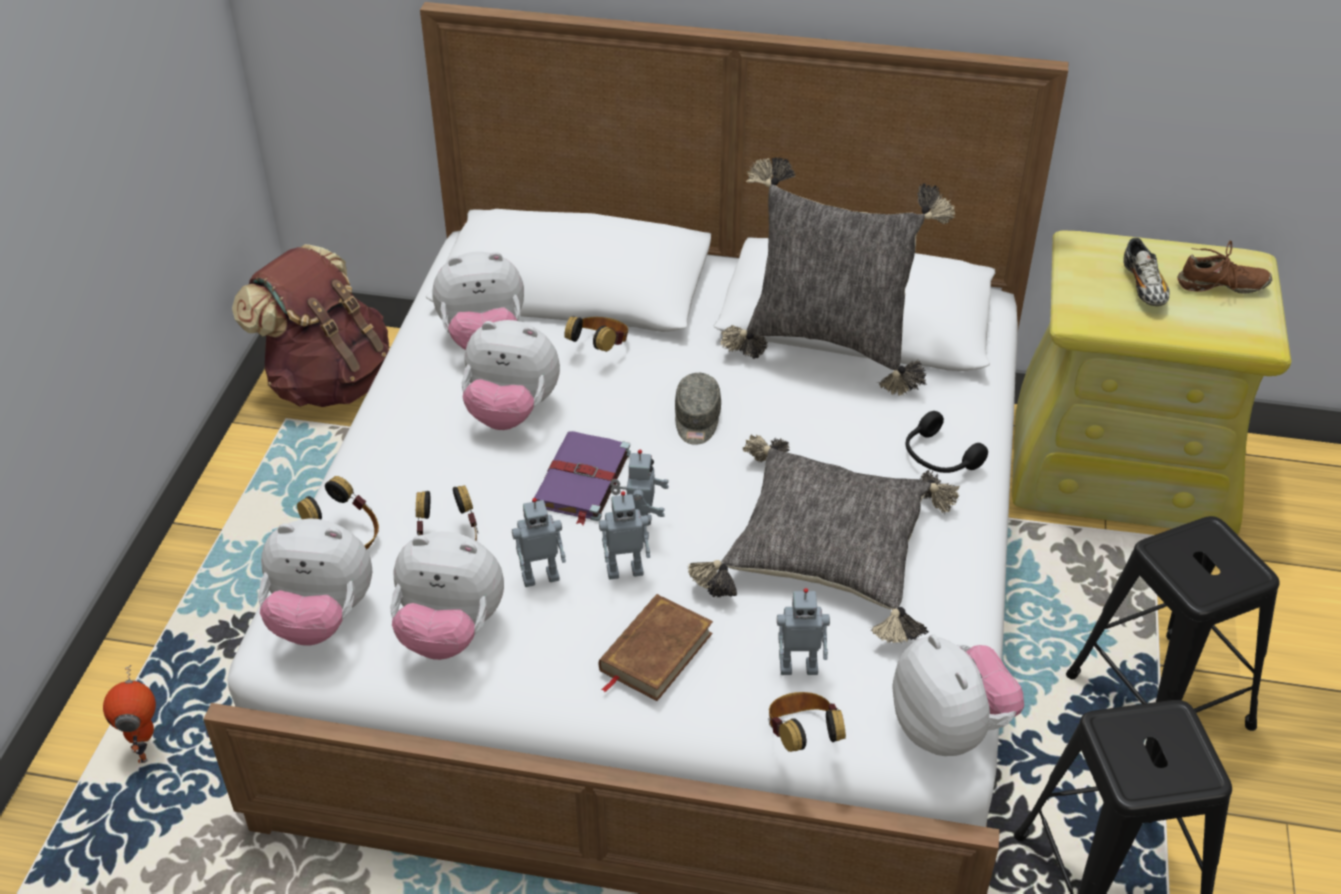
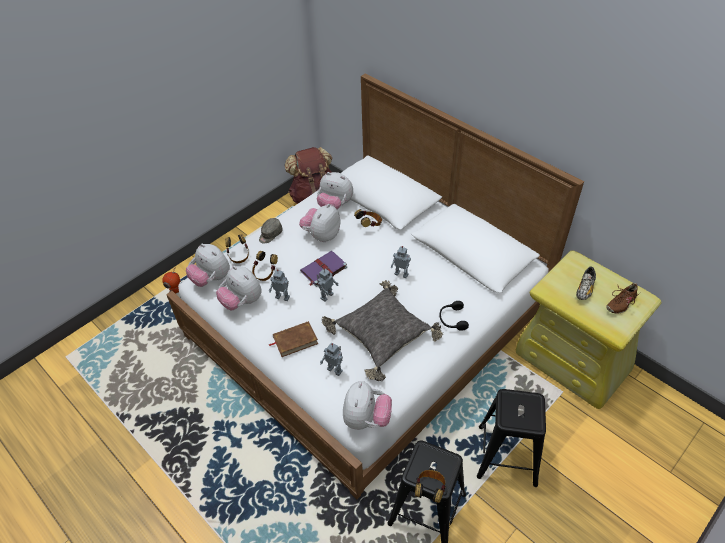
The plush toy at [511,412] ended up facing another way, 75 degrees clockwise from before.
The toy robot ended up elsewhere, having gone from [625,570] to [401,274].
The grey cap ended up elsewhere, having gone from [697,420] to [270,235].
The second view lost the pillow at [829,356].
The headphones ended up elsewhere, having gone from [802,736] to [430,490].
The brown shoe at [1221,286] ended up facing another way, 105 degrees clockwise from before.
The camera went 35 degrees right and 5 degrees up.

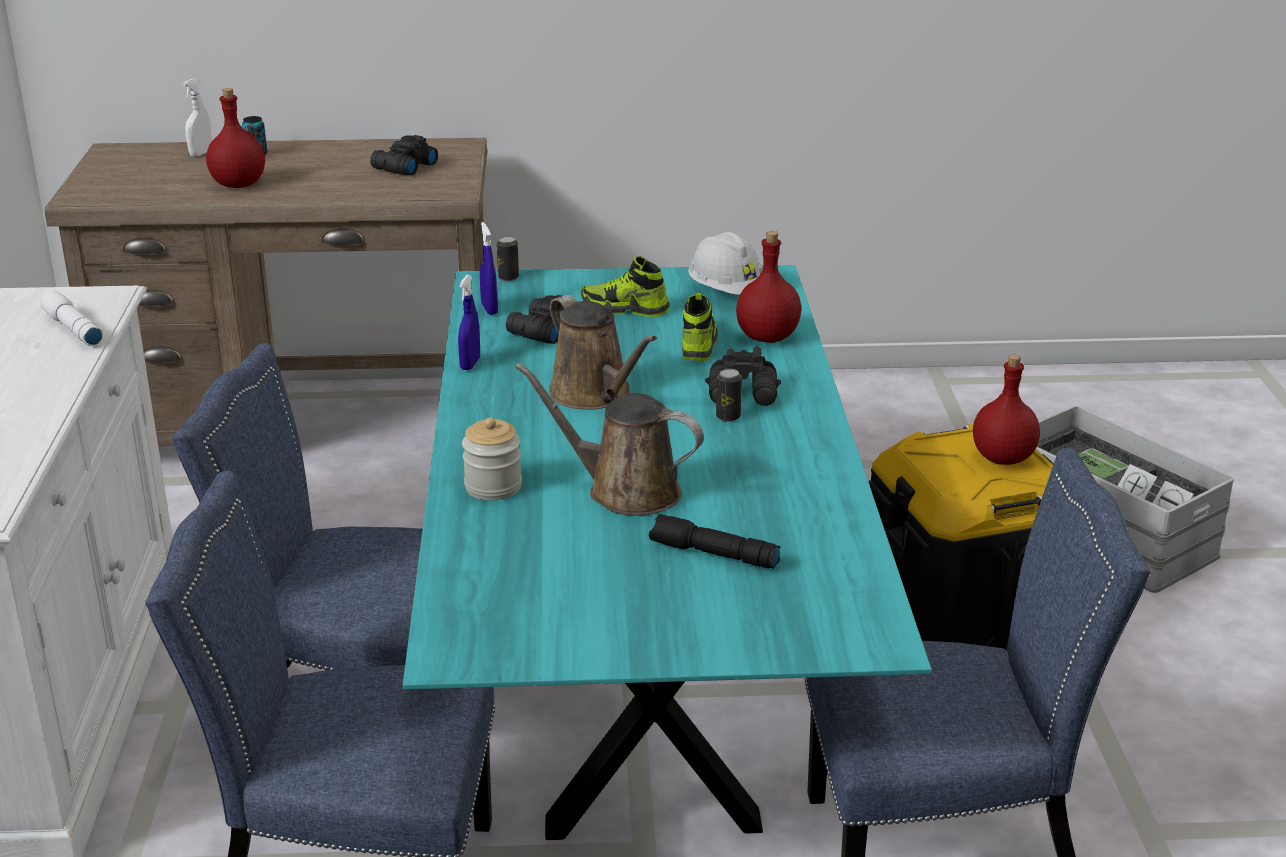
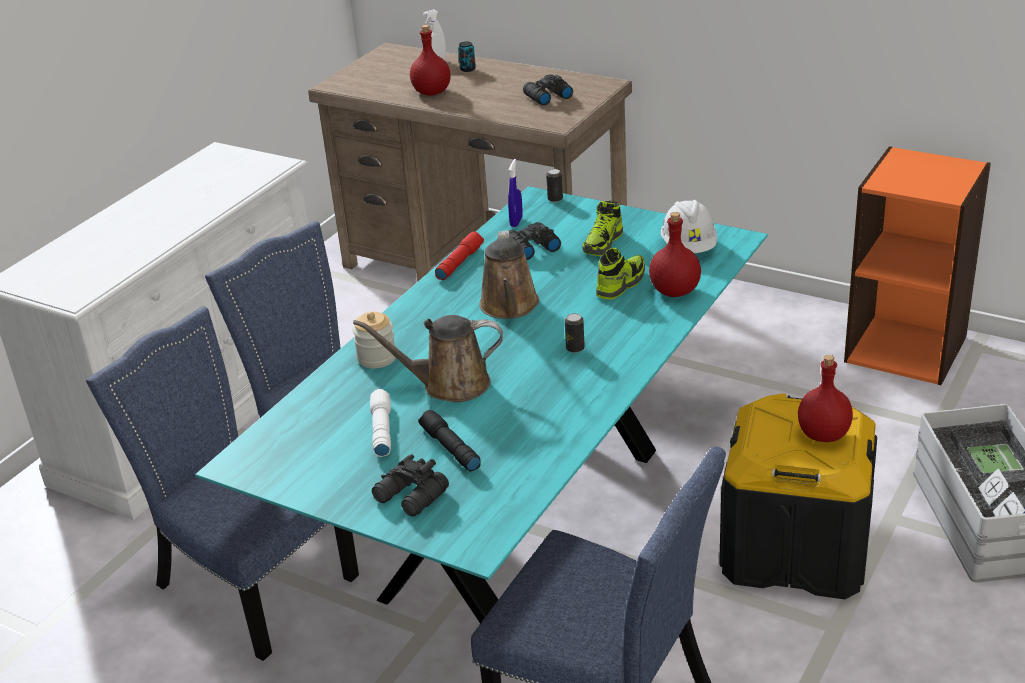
The white flashlight ended up elsewhere, having gone from [72,329] to [381,430].
Where the blue spray bottle stood at [470,364], the red flashlight came to stand at [459,262].
The brown watering can at [625,491] ended up facing another way, 60 degrees counterclockwise from before.
The shoe at [625,309] ended up facing another way, 105 degrees counterclockwise from before.
The black binoculars ended up elsewhere, having gone from [744,394] to [411,497].
The second view gained the orange bookcase at [906,348].
The camera went 35 degrees right and 5 degrees up.

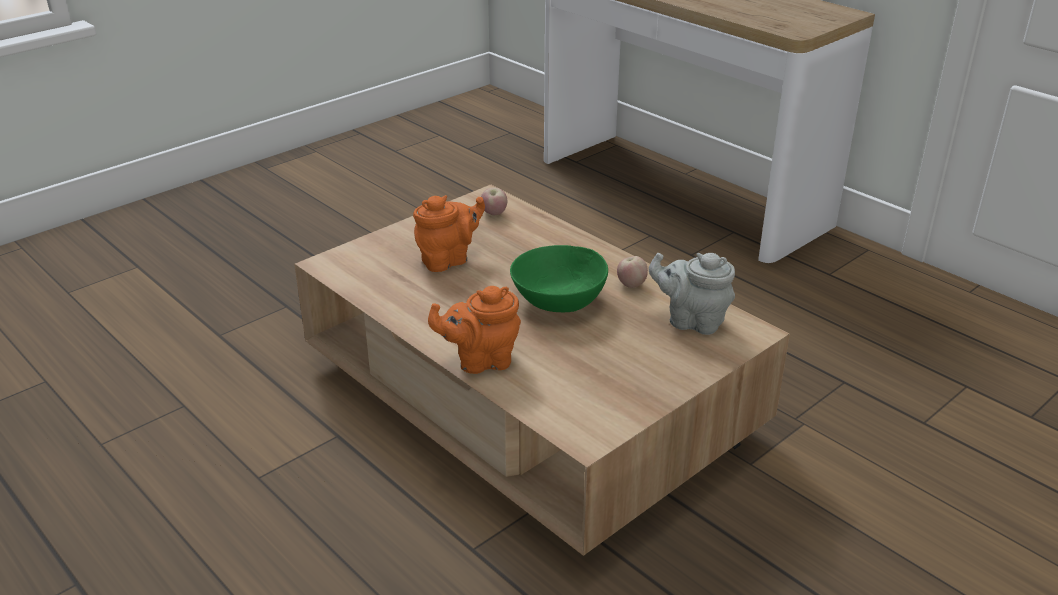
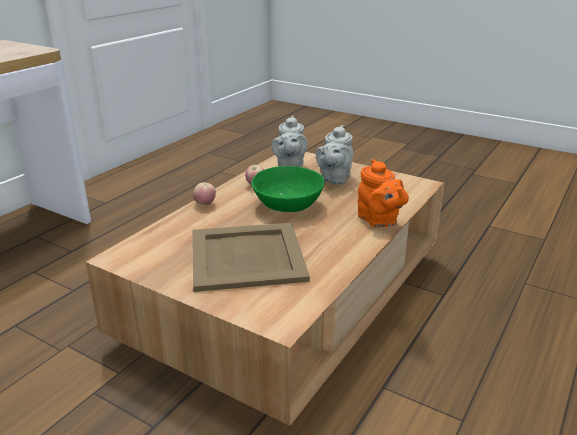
Where the orange teapot stood at [448,260], the beige tray came to stand at [248,256].
The apple ended up elsewhere, having gone from [494,214] to [205,204].
The second view gained the grey teapot at [334,179].
The camera went 105 degrees left and 5 degrees down.

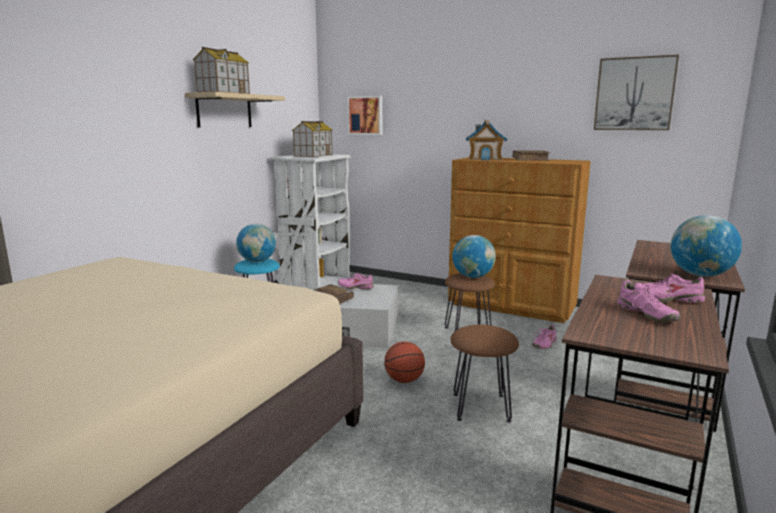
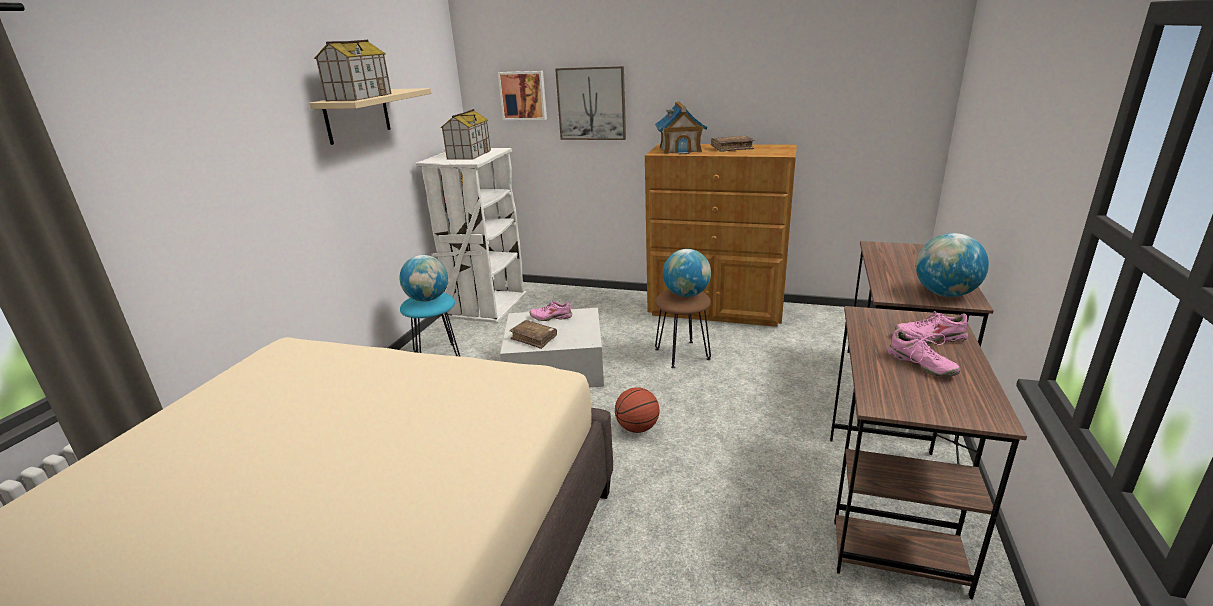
The second view lost the brown stool at [480,407].
The second view lost the pink shoe at [544,344].
The picture ended up elsewhere, having gone from [634,94] to [591,103].
The camera went 10 degrees left and 10 degrees up.

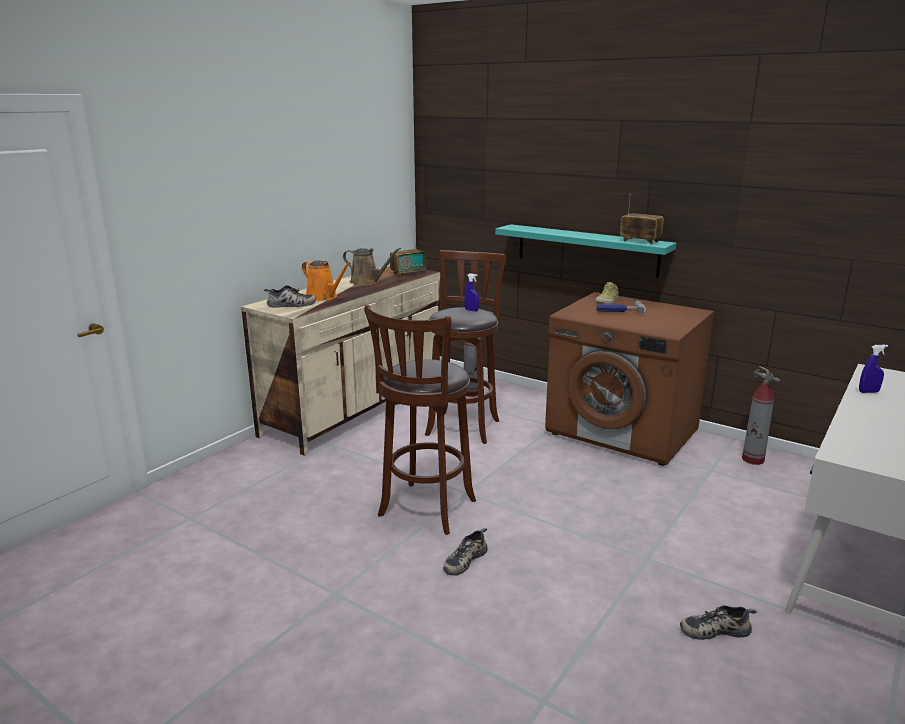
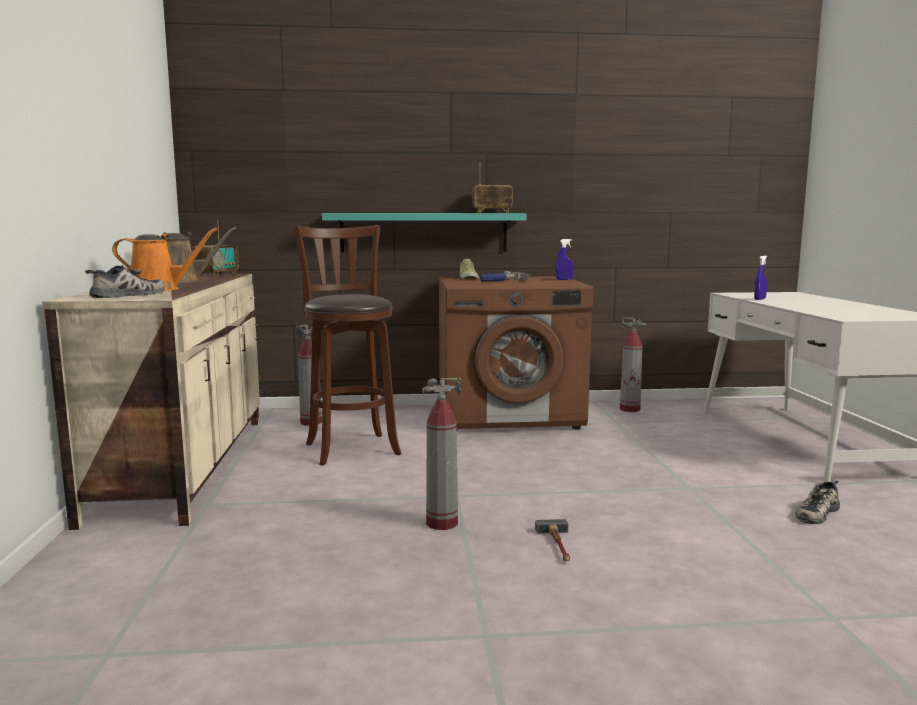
Where the brown stool stood at [425,510], the fire extinguisher came to stand at [441,523].
Where the shoe stood at [464,559], the hammer came to stand at [558,546].
The blue spray bottle ended up elsewhere, having gone from [471,310] to [564,279].
The camera went 40 degrees left and 10 degrees down.

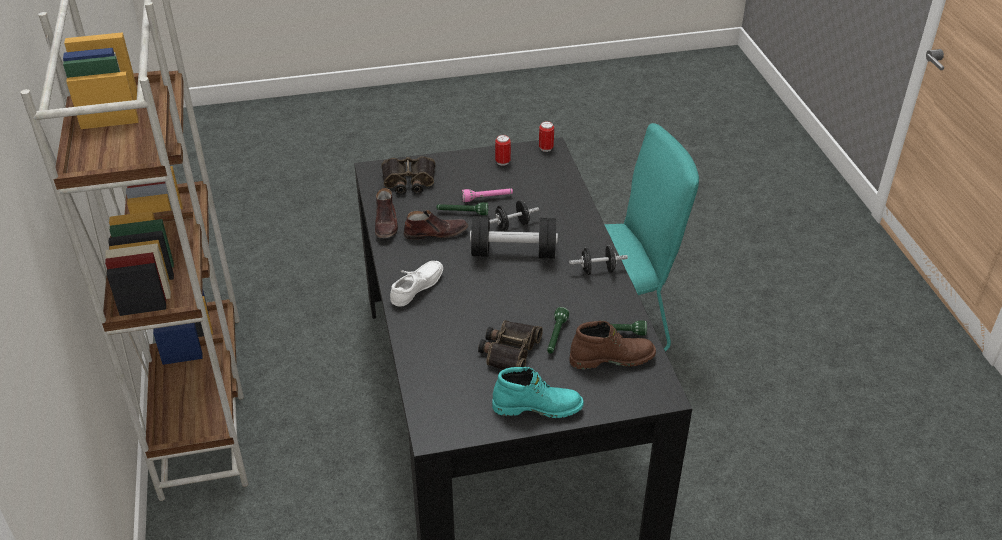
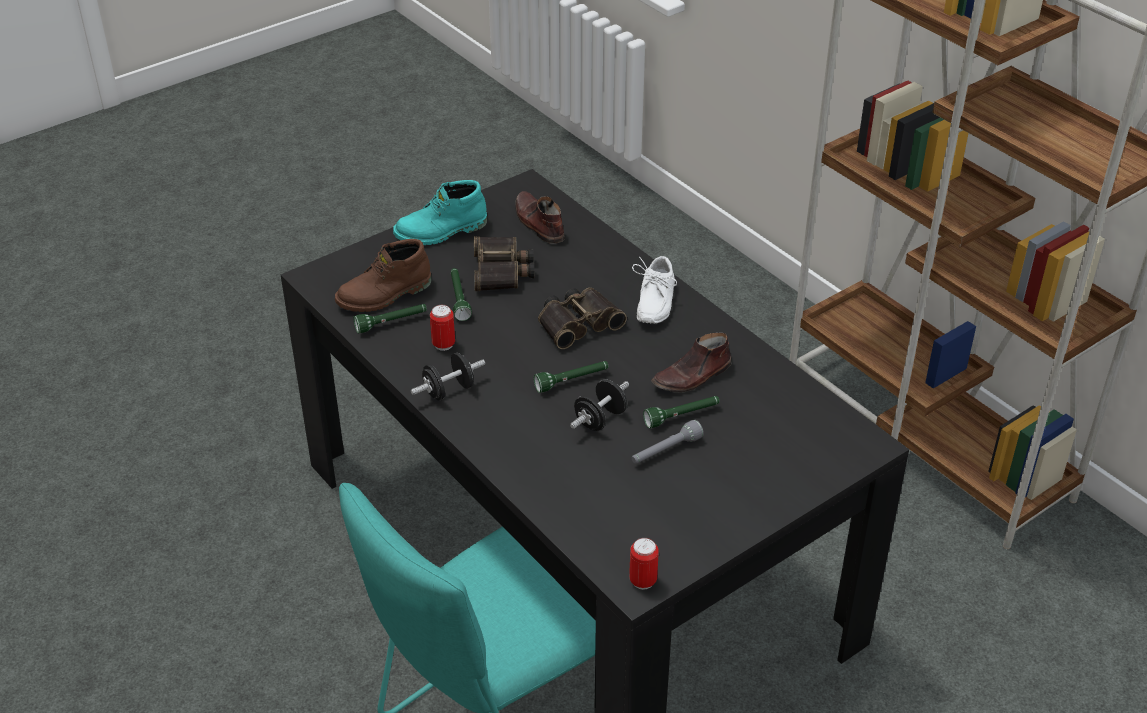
The brown shoe ended up elsewhere, having gone from [386,224] to [538,223].
The binoculars ended up elsewhere, having gone from [408,181] to [577,322].
What was the pink flashlight at [487,198] turned into the grey flashlight at [665,451].
Where the black dumbbell stood at [513,252], the green flashlight came to stand at [572,381].
The can ended up elsewhere, having gone from [502,162] to [443,344].
The camera went 155 degrees right and 0 degrees up.

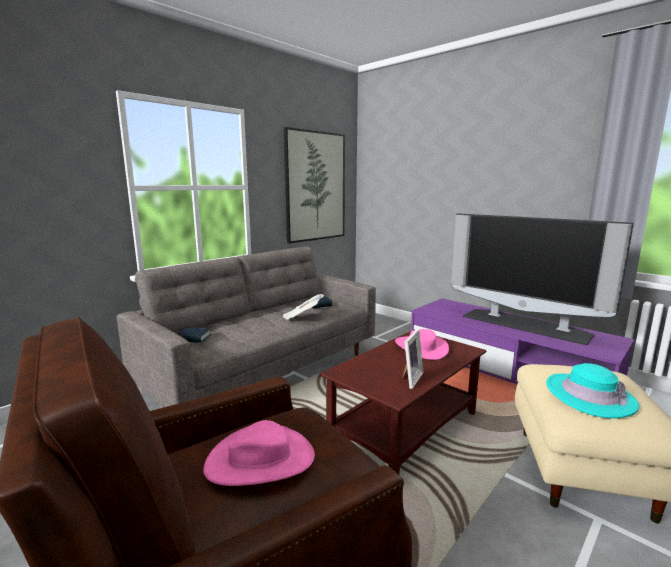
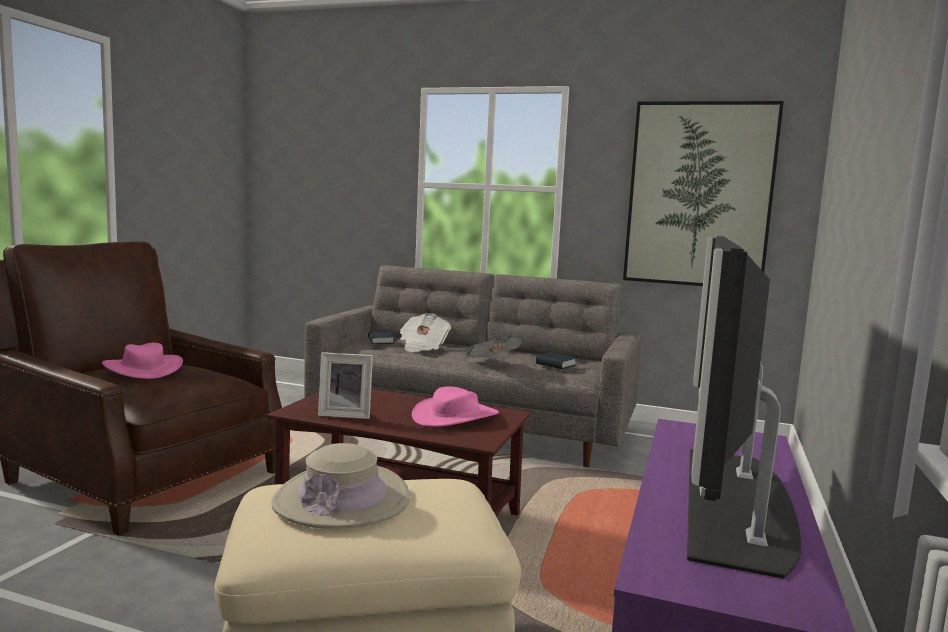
What was the turquoise hat at [589,396] turned into the beige hat at [342,499].
The second view gained the newspaper at [423,347].
The camera went 65 degrees right and 5 degrees down.

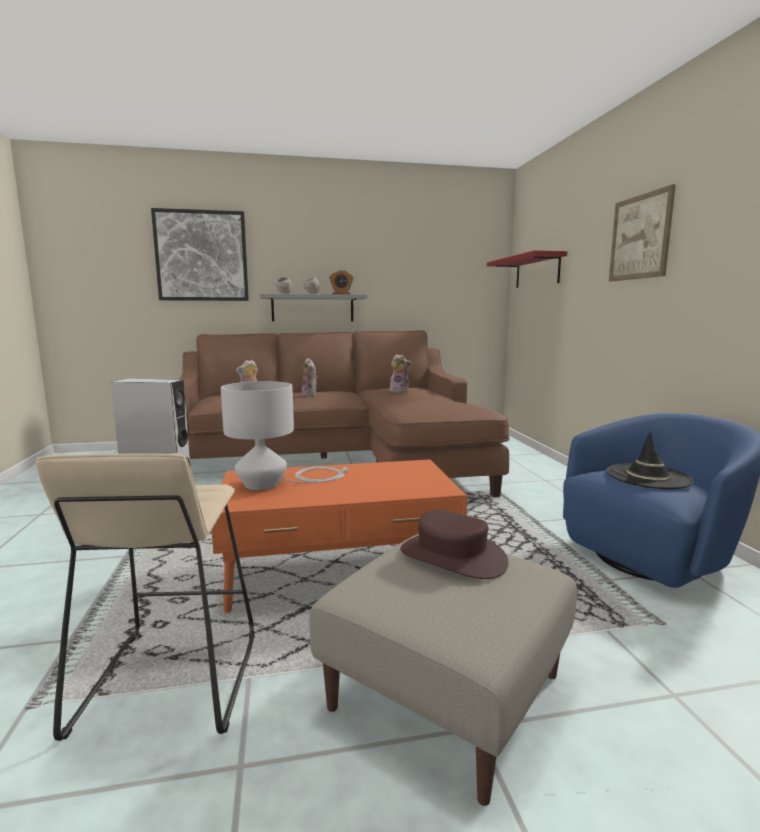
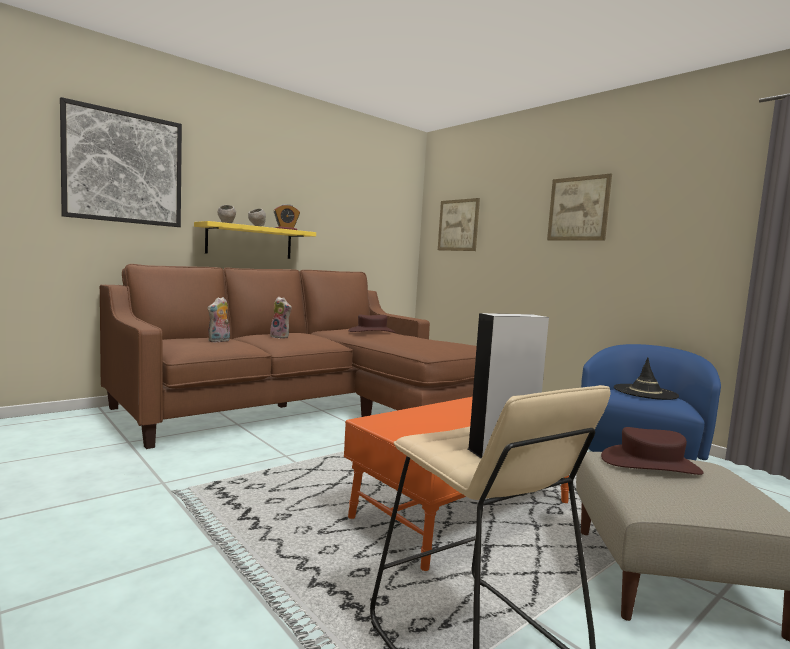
The second view lost the grey table lamp at [285,481].
What was the grey shelf at [312,308] turned into the yellow shelf at [250,242].
Where the plush toy stood at [400,391], the brown hat came to stand at [372,332].
Where the red shelf hung at [537,271], the picture came to hang at [458,225].
The camera went 30 degrees left and 5 degrees down.

